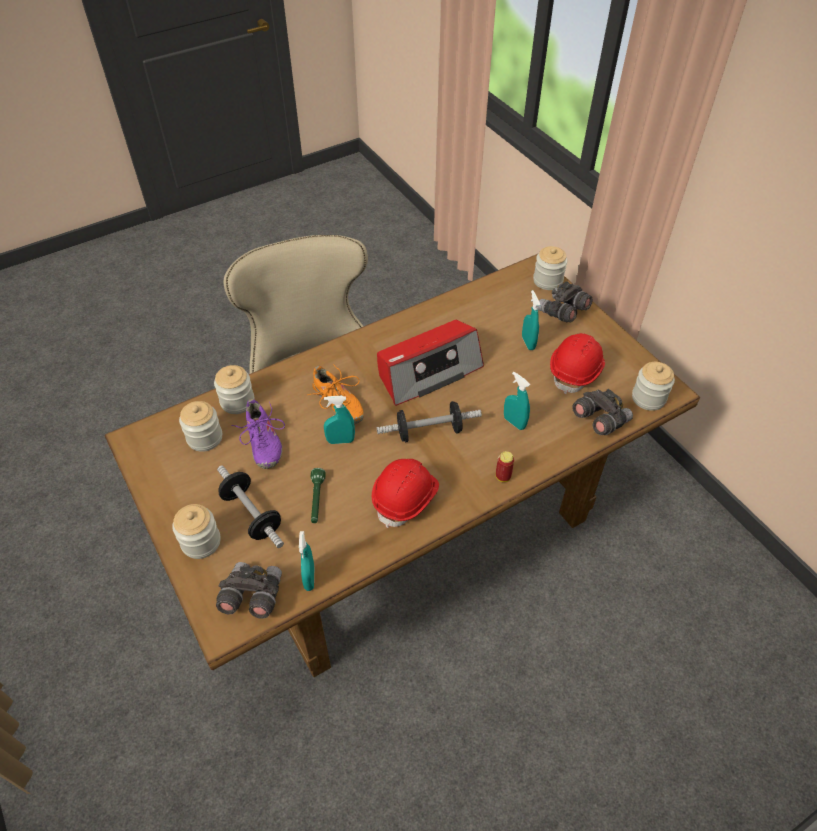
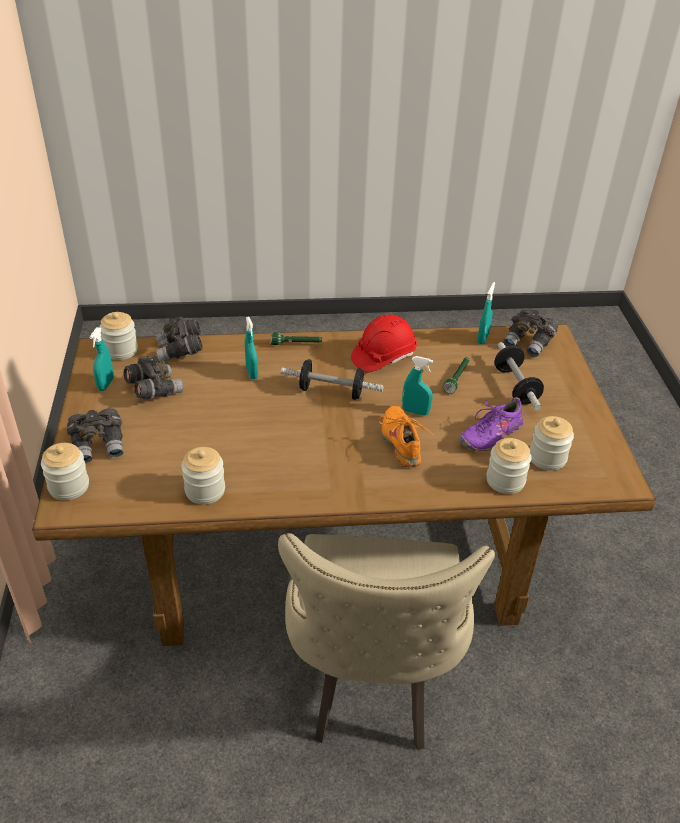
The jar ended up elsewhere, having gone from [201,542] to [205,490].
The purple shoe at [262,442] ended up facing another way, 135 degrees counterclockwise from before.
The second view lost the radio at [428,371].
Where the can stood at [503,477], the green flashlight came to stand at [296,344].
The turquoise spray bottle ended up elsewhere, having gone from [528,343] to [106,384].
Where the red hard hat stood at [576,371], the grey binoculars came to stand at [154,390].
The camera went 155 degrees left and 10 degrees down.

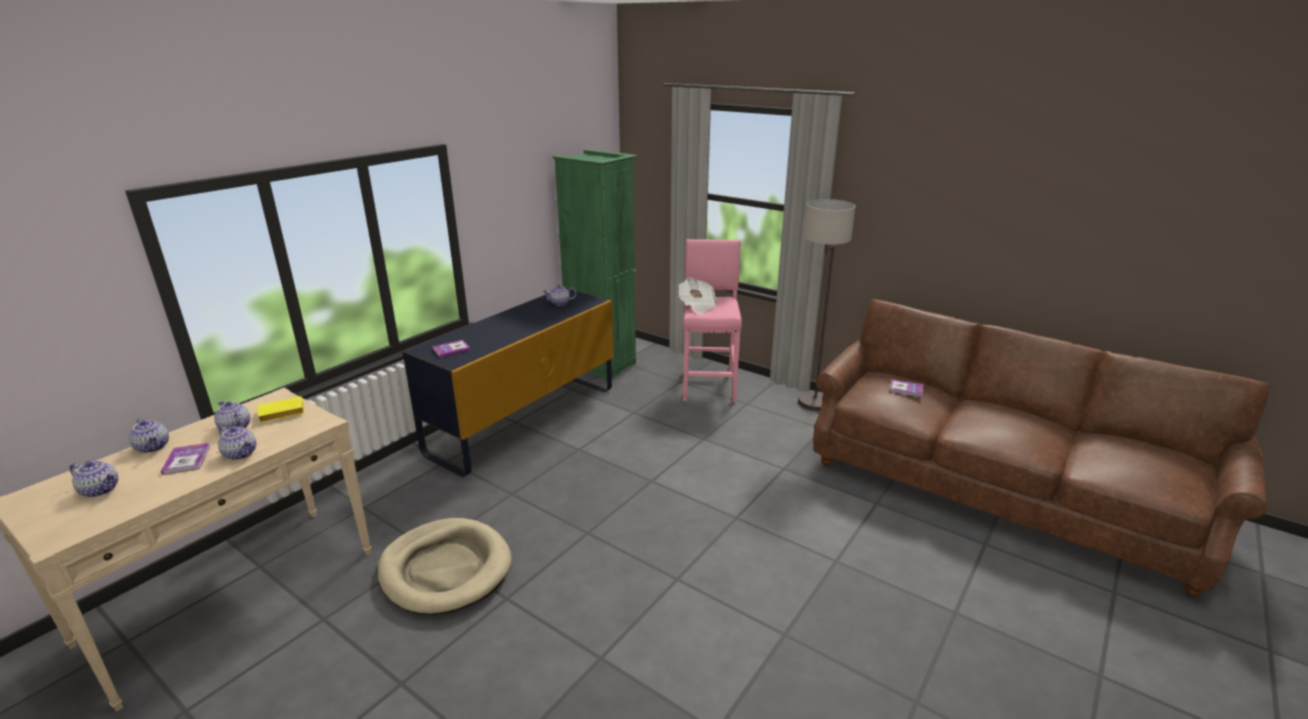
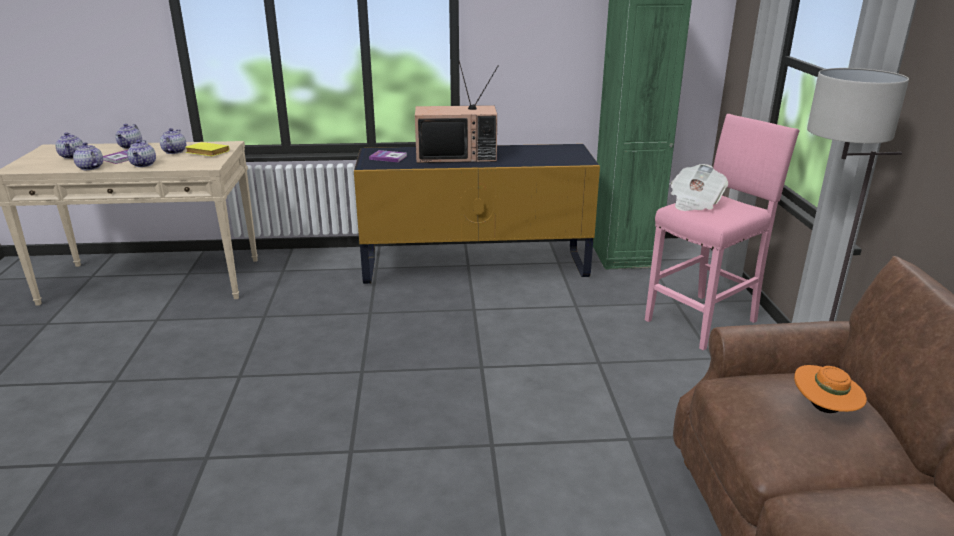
The second view lost the beige dog bed at [445,569].
The teapot ended up elsewhere, having gone from [559,303] to [90,167].
Where the book stood at [906,389], the orange hat came to stand at [824,409].
The second view gained the television at [457,156].
The camera went 50 degrees right and 0 degrees up.

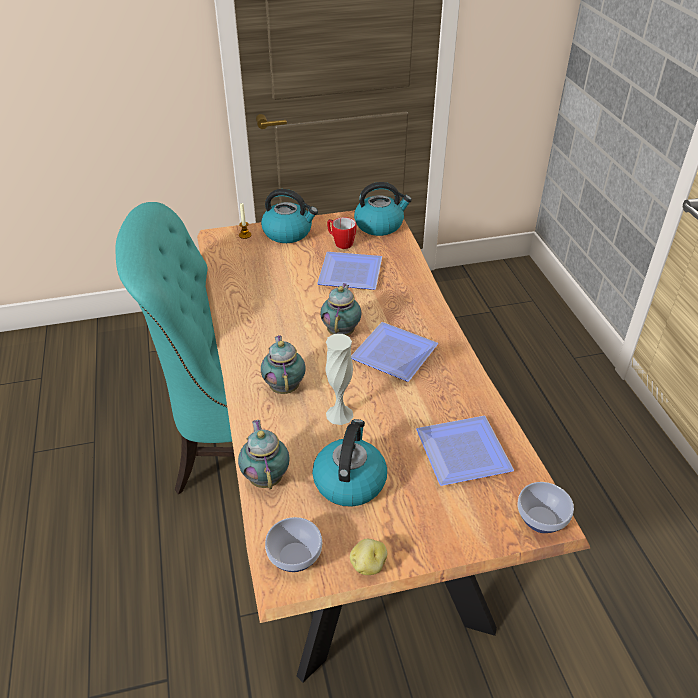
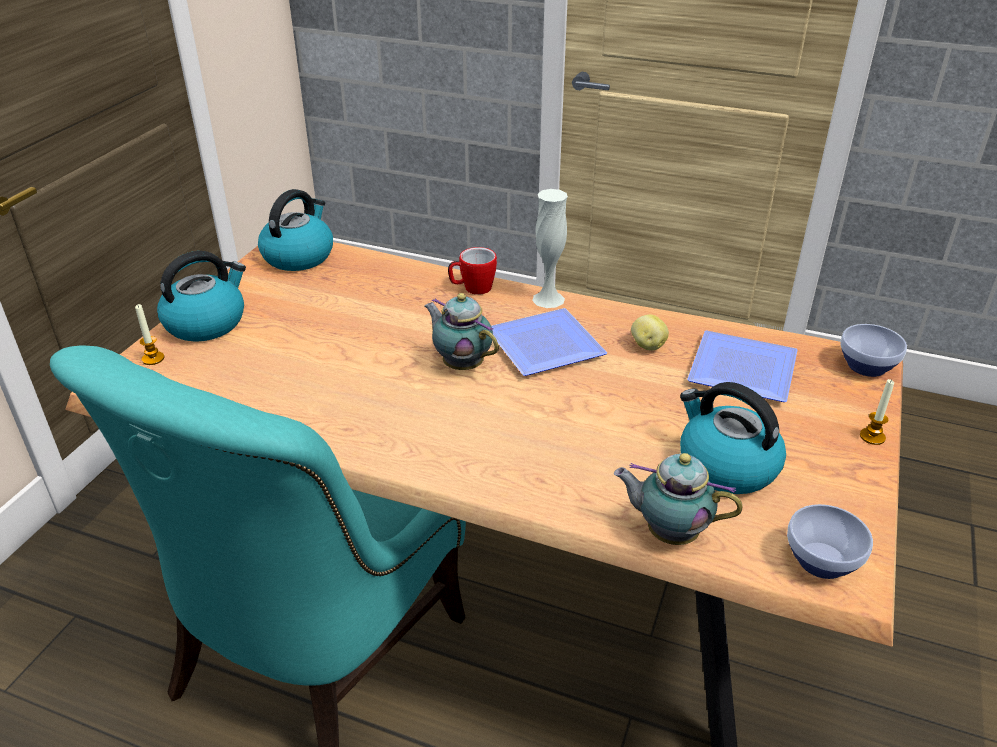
The second view lost the teapot at [284,386].
The second view lost the plate at [348,272].
The white vase ended up elsewhere, having gone from [339,414] to [548,299].
The mug ended up elsewhere, having gone from [340,243] to [472,289].
The potato ended up elsewhere, having gone from [367,565] to [647,345].
The second view gained the candle at [872,437].
The camera went 55 degrees left and 5 degrees down.

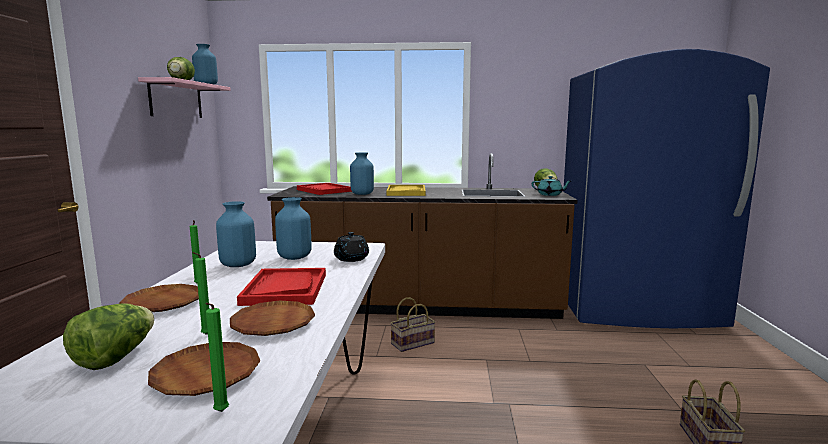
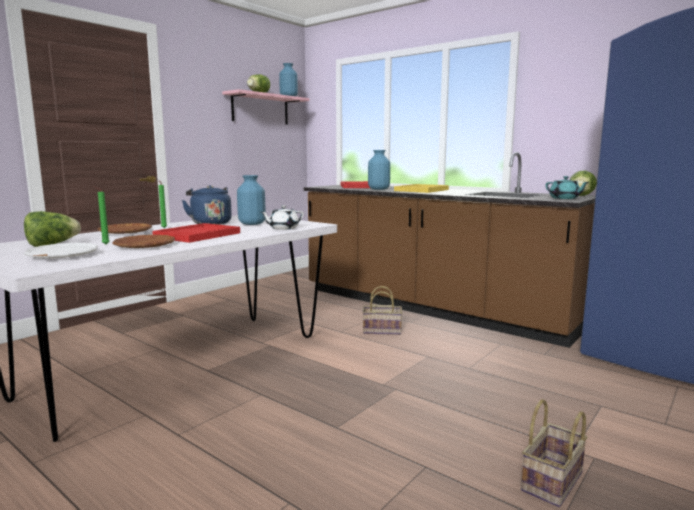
What was the brown plate at [206,375] turned into the white plate at [63,255].
The second view lost the green candle at [220,413].
Where the blue vase stood at [238,264], the blue kettle came to stand at [210,223].
What was the black teapot at [351,259] turned into the white teapot at [283,228].
The camera went 35 degrees right and 0 degrees up.

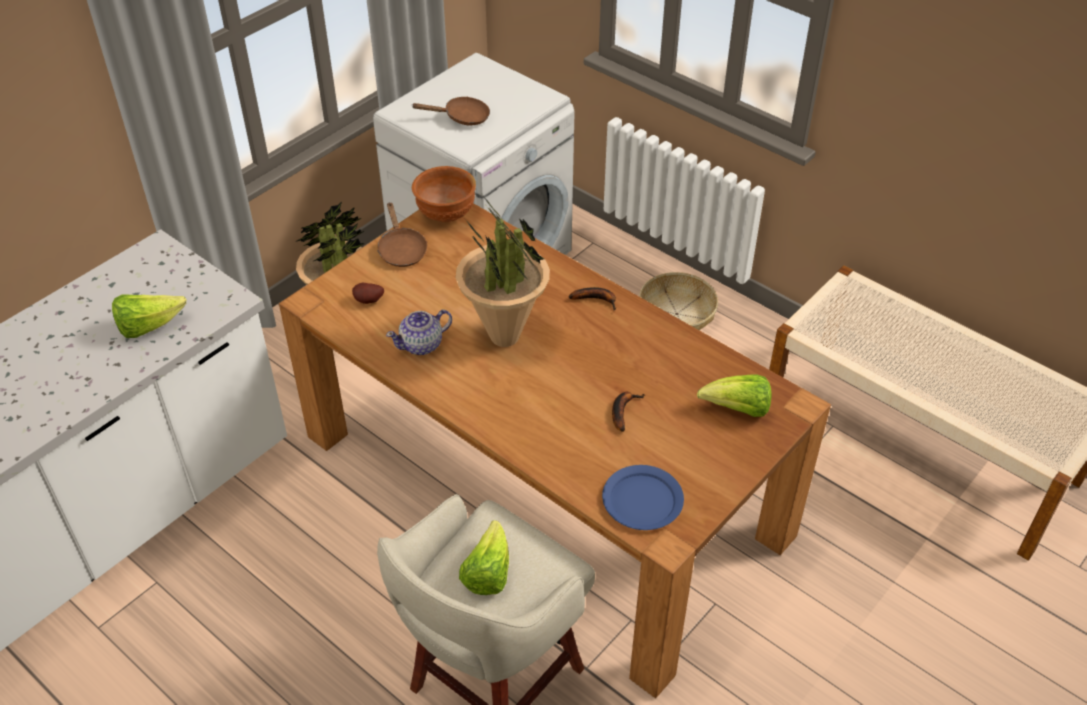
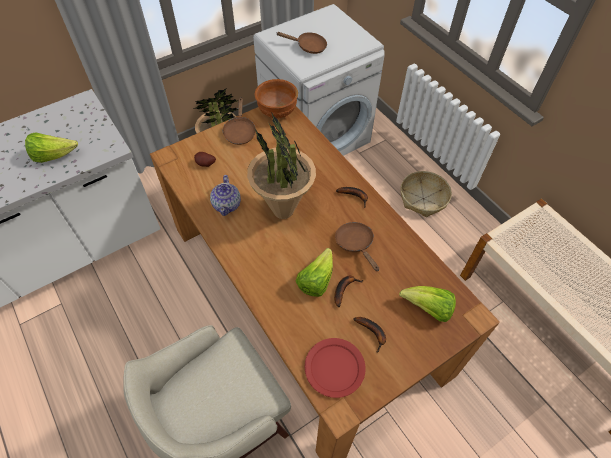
The teapot at [422,345] ended up facing another way, 75 degrees counterclockwise from before.
The lettuce ended up elsewhere, having gone from [487,573] to [316,280].
What was the blue plate at [642,500] turned into the red plate at [334,368].
The second view gained the brown frying pan at [356,244].
The second view gained the banana at [373,333].
The camera went 15 degrees right and 10 degrees up.

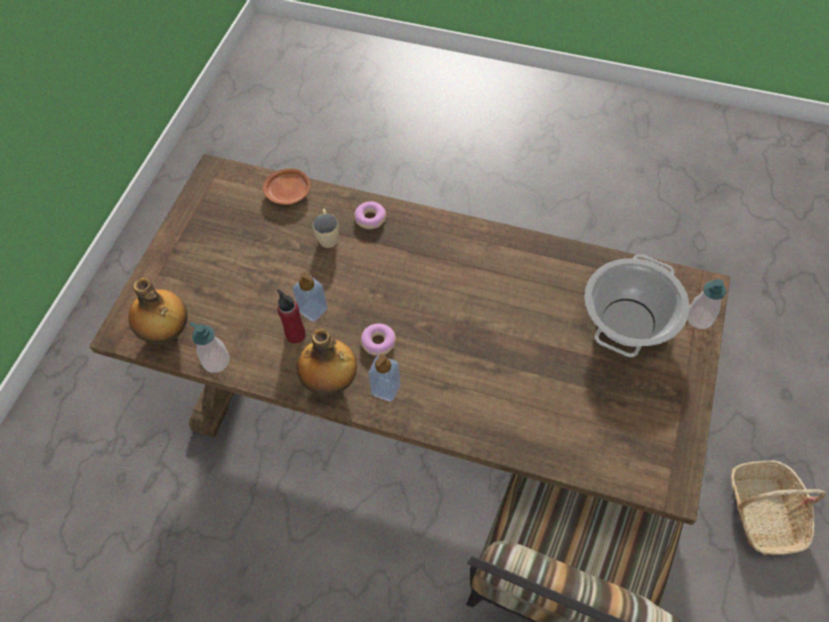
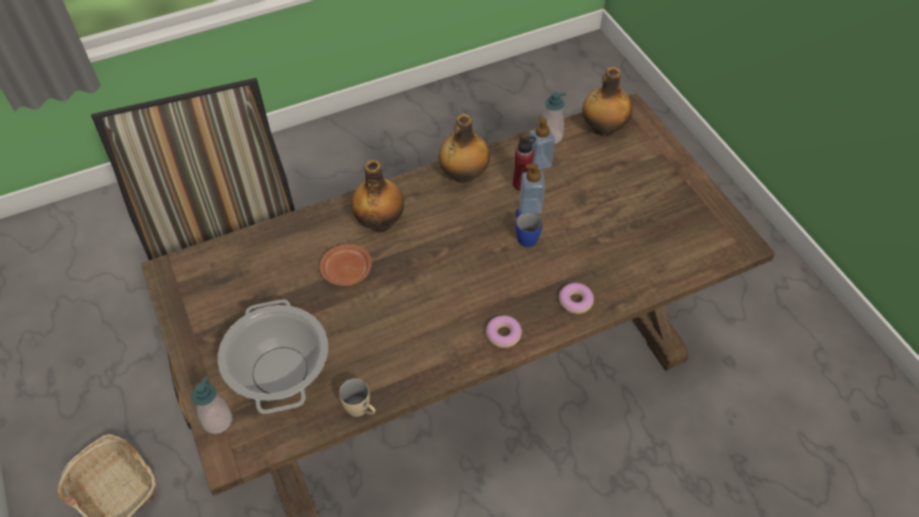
The brown plate ended up elsewhere, having gone from [289,192] to [346,271].
The beige mug ended up elsewhere, having gone from [328,236] to [361,410].
The donut ended up elsewhere, having gone from [378,342] to [503,334].
The soap dispenser ended up elsewhere, having gone from [386,389] to [539,162].
The second view gained the bottle at [380,222].
The second view gained the blue mug at [524,236].
The camera went 135 degrees right and 5 degrees down.

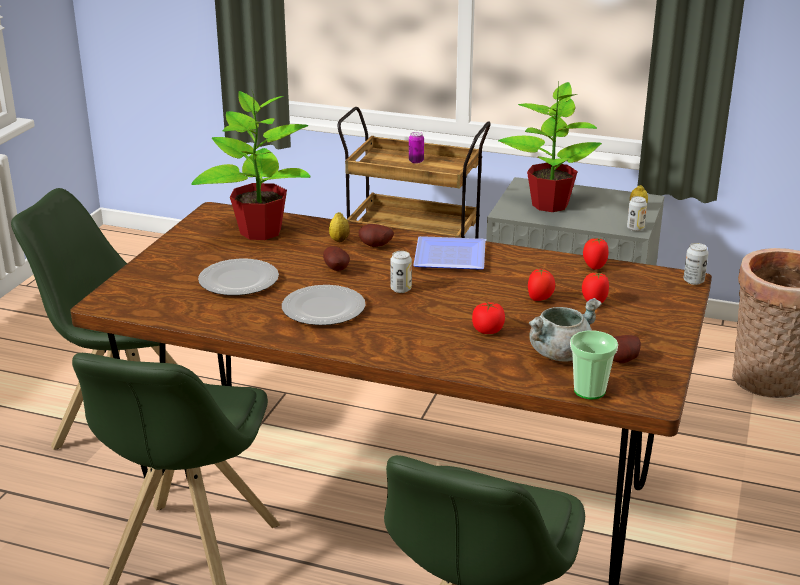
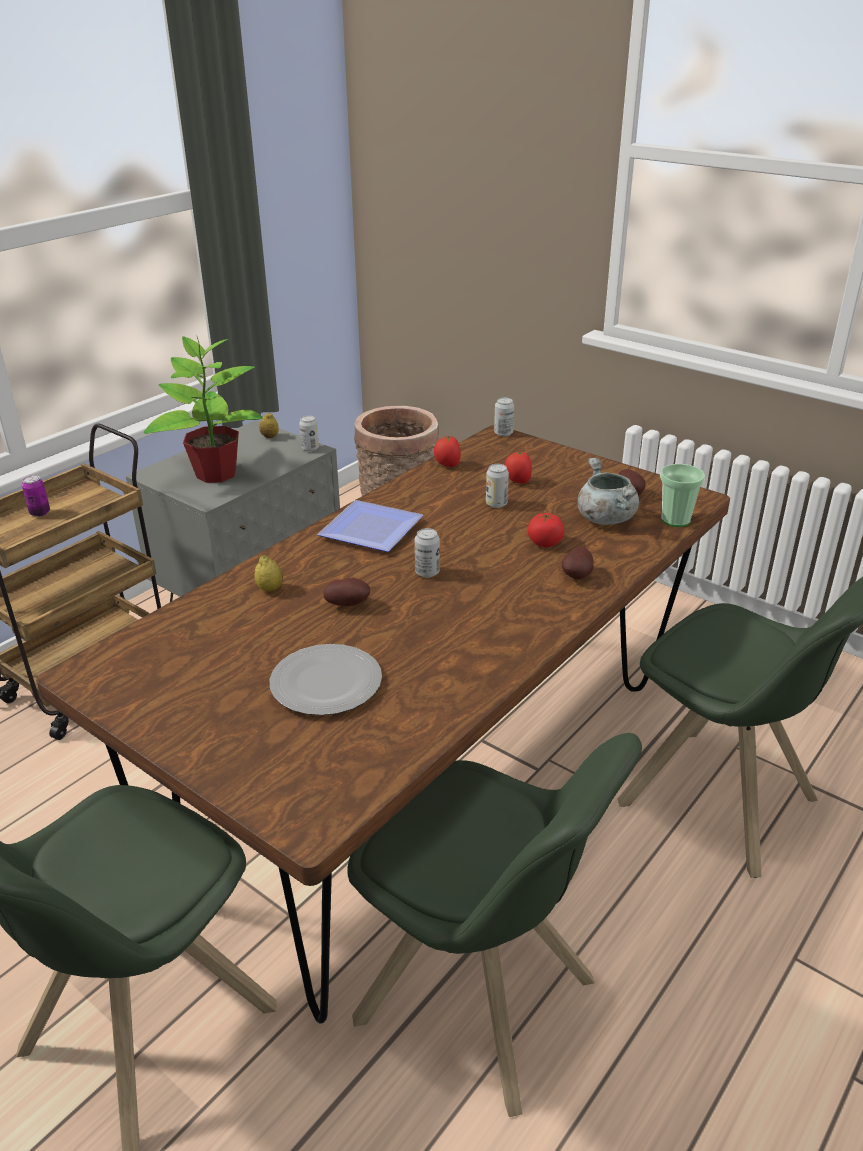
The second view lost the potted plant at [259,231].
The second view lost the plate at [324,308].
The potato ended up elsewhere, having gone from [375,246] to [578,576].
Where the tomato stood at [540,299], the can came to stand at [496,504].
The camera went 70 degrees left and 5 degrees up.

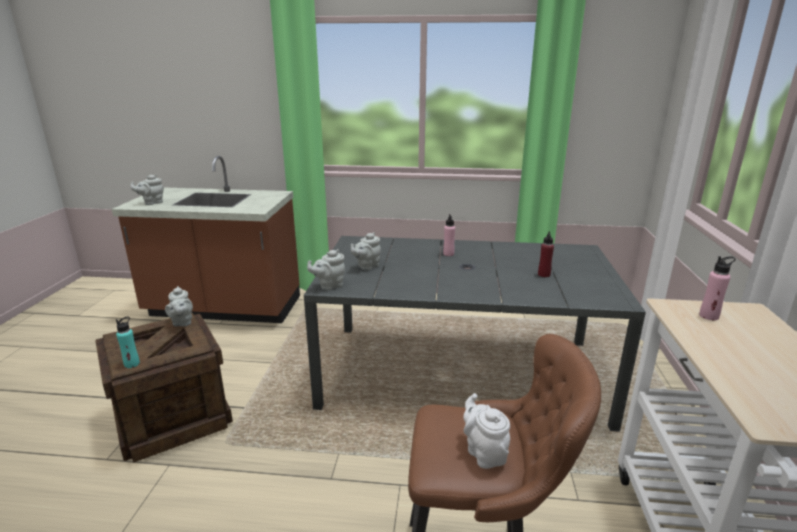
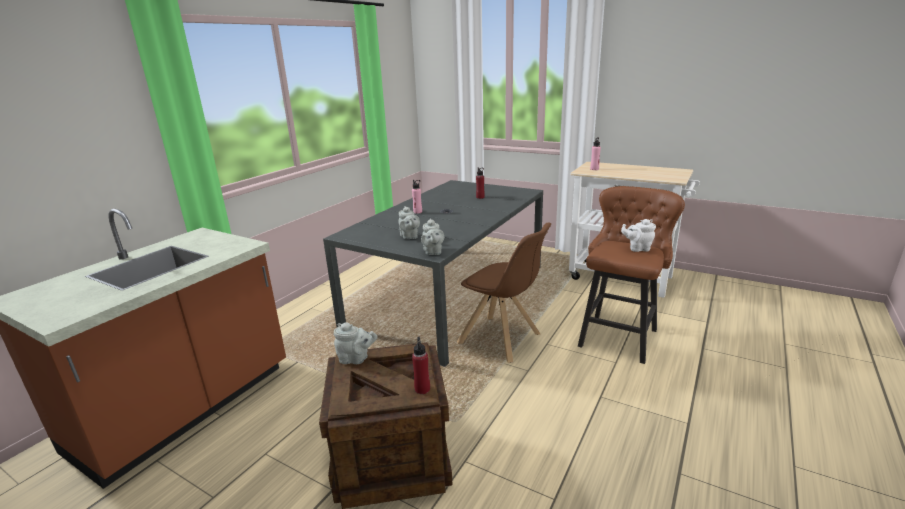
What was the turquoise bottle at [132,364] turned into the red bottle at [422,389].
The second view lost the grey teapot at [152,203].
The second view gained the brown chair at [502,339].
The camera went 65 degrees left and 0 degrees up.

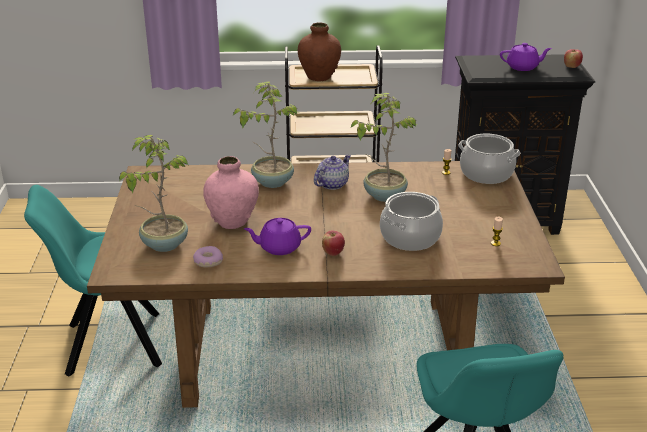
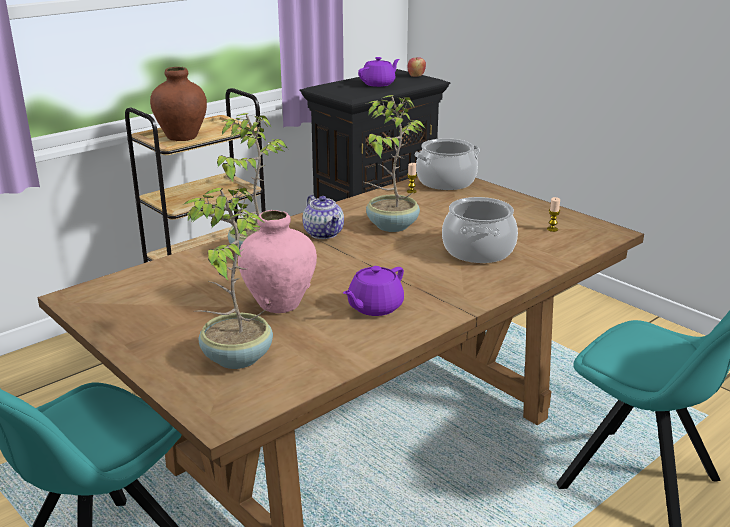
The second view lost the donut at [208,261].
The teapot at [332,184] ended up facing another way, 150 degrees clockwise from before.
The second view lost the apple at [333,253].
The camera went 40 degrees left and 5 degrees down.

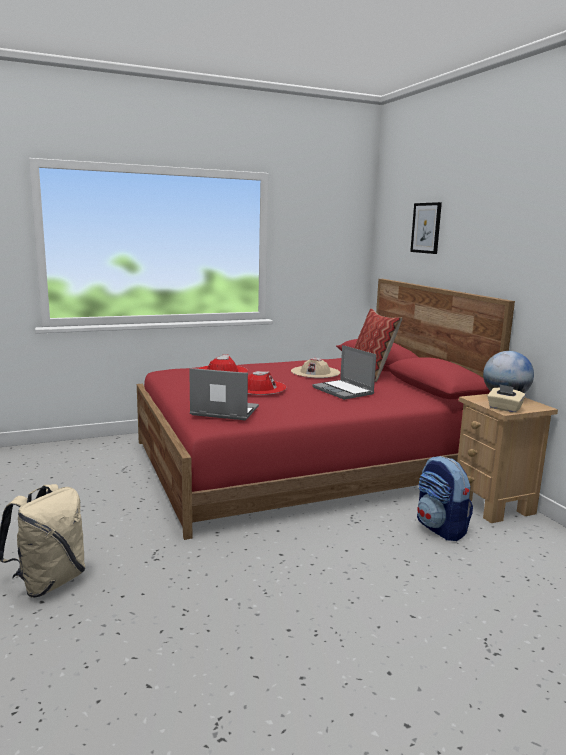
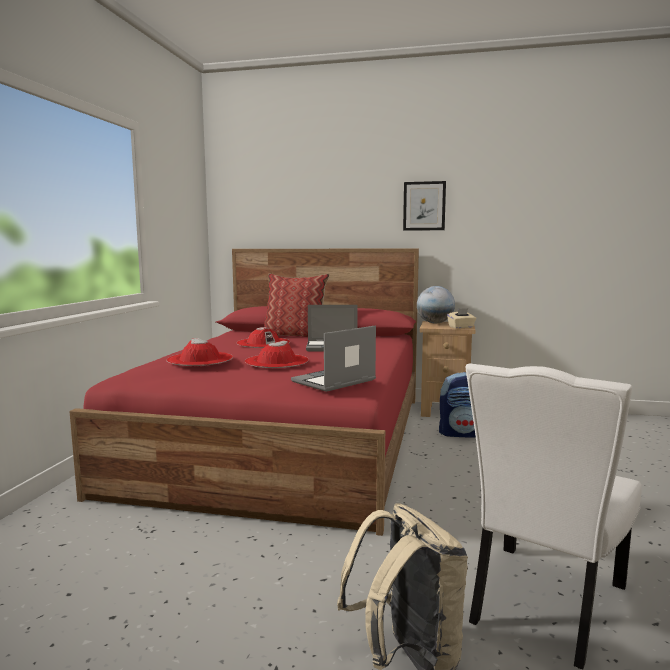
What was the beige hat at [315,372] turned into the red hat at [263,343].
The picture ended up elsewhere, having gone from [426,228] to [424,206].
The second view gained the white chair at [545,599].
The camera went 55 degrees left and 5 degrees down.

